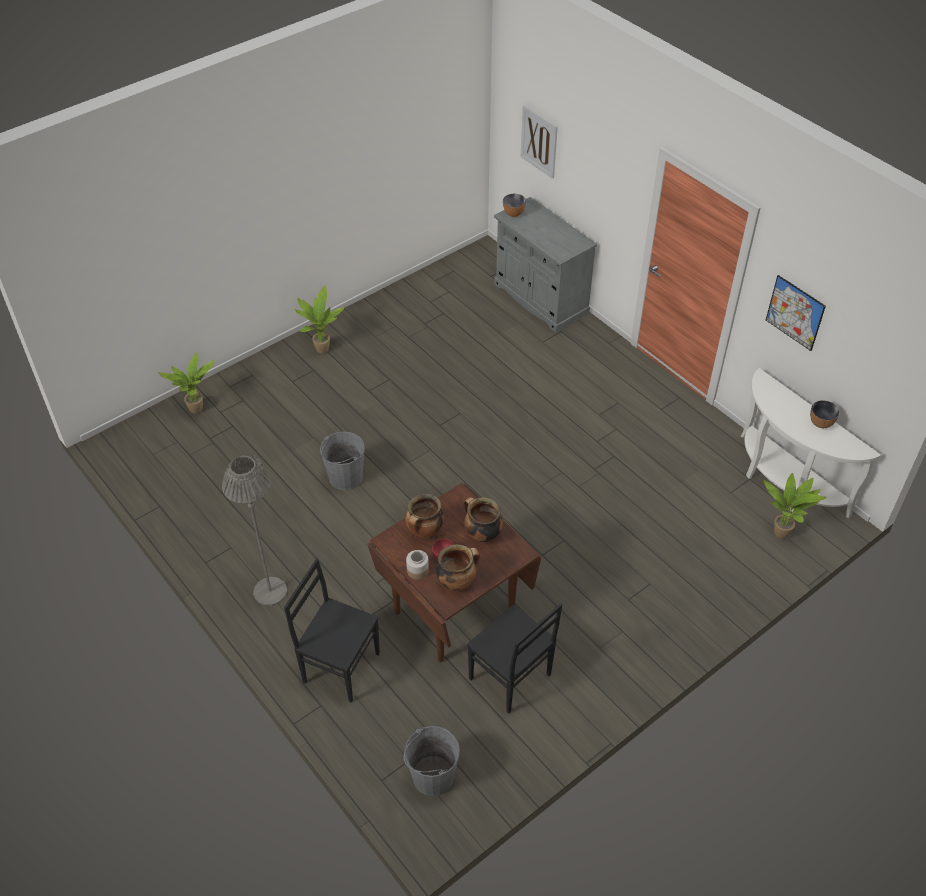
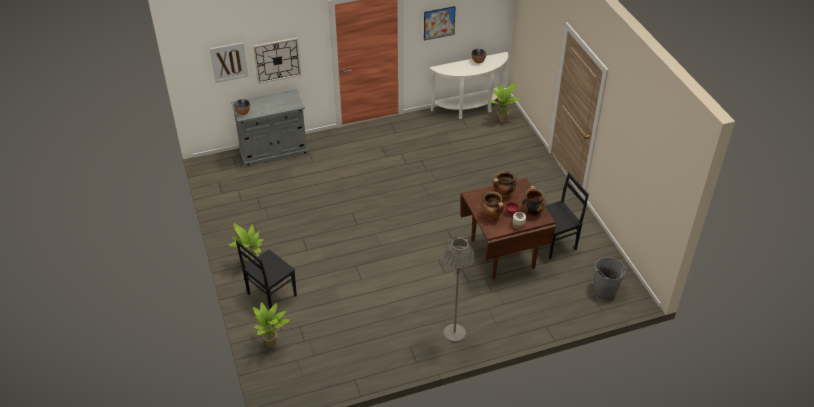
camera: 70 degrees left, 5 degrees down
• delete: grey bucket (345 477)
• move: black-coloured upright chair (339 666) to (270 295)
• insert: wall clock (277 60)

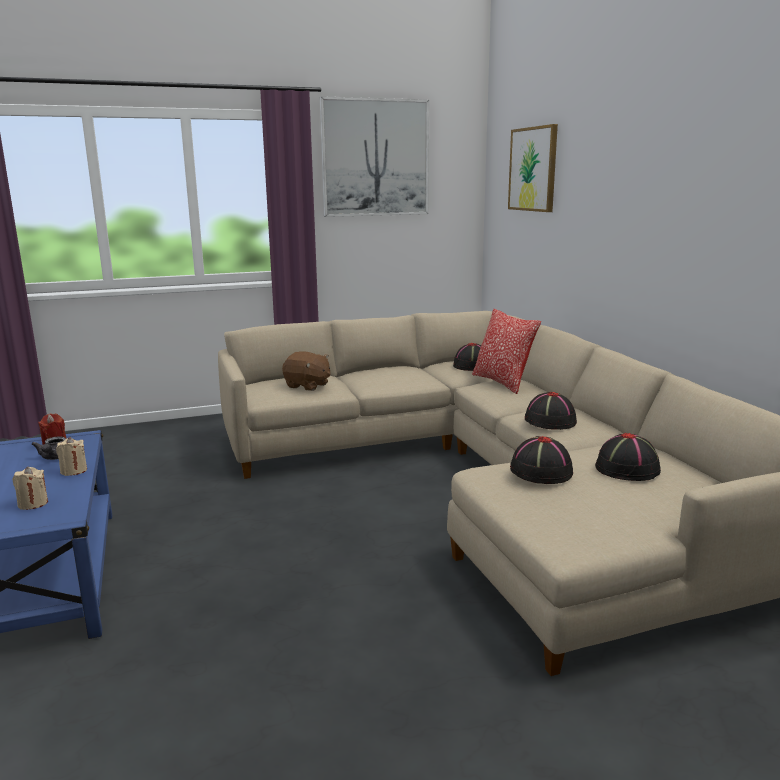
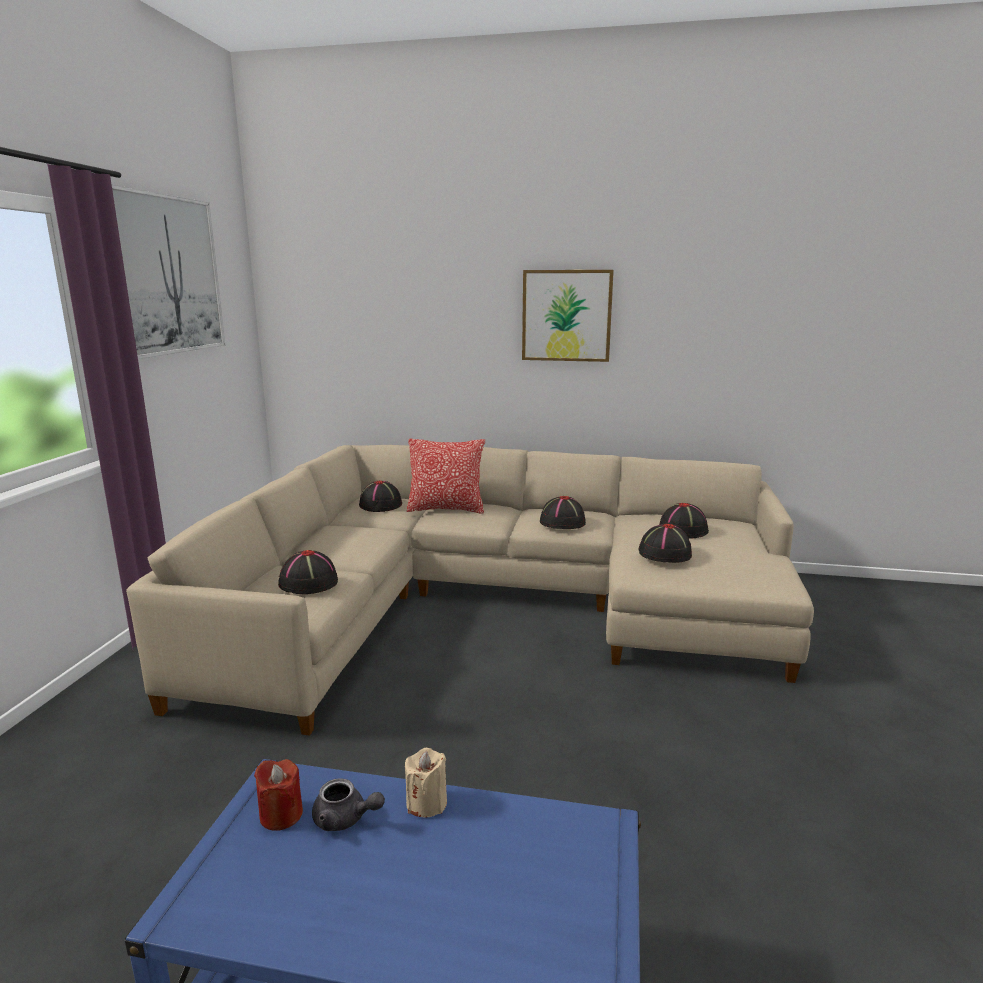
camera: 60 degrees left, 0 degrees up
• move: wall picture (533 169) to (566 315)
• replace: brownish plush toy (307 386) to black-coloured clothing hat (308 583)
• delete: beige wax light (33 504)

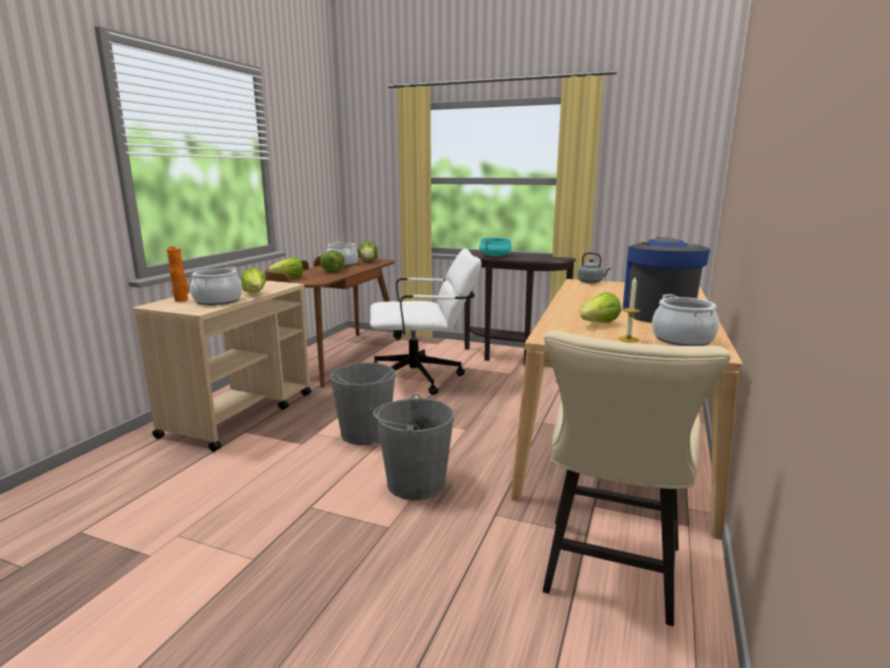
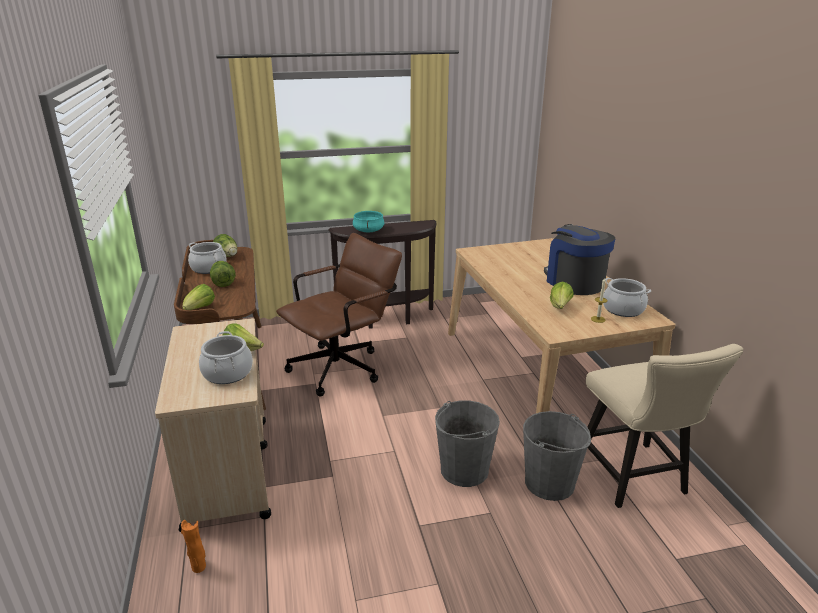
camera: 35 degrees left, 10 degrees up
• move: orange flower vase (182 300) to (199 567)
• recolor: white computer chair (424 378) to brownish computer chair (343 366)
• delete: grey tea kettle (591 282)
• move: grey bucket (365 433) to (550 483)

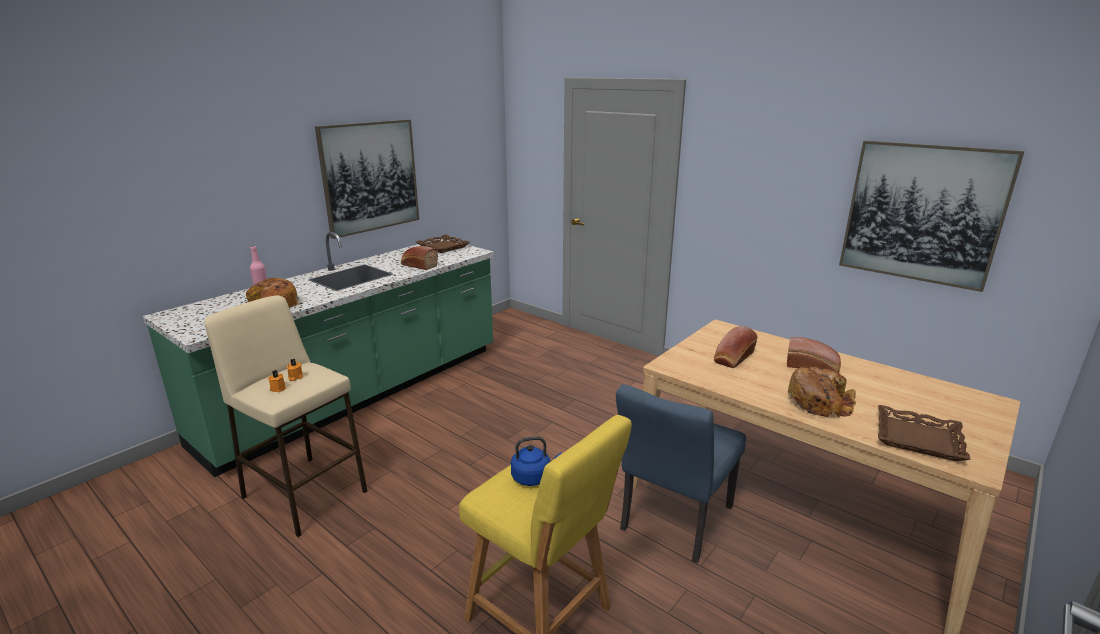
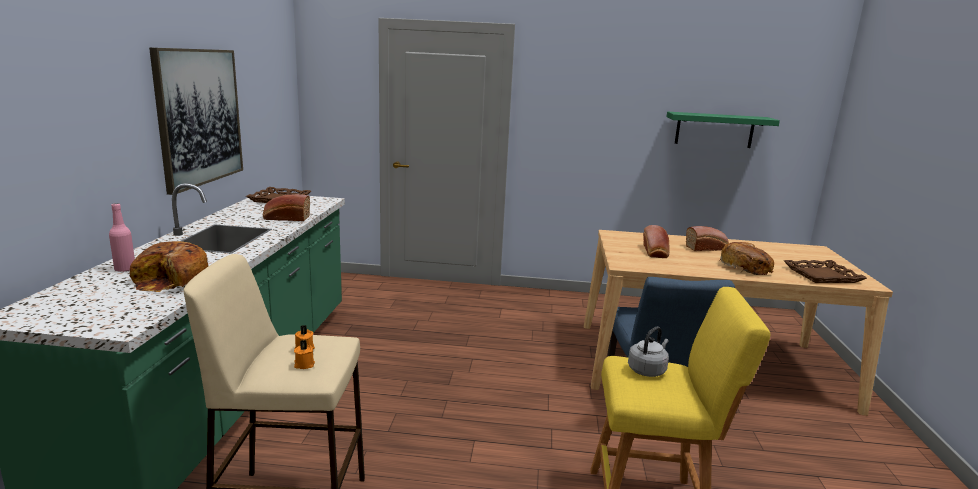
camera: 35 degrees left, 5 degrees down
• replace: wall picture (922 213) to greenish wall shelf (714 130)
• recolor: blue tea kettle (533 477) to grey tea kettle (647 370)

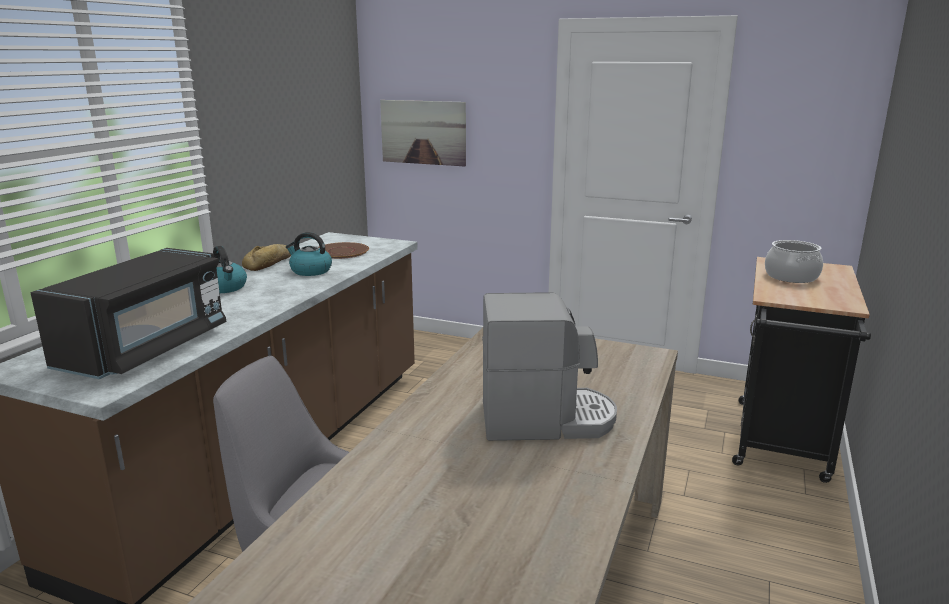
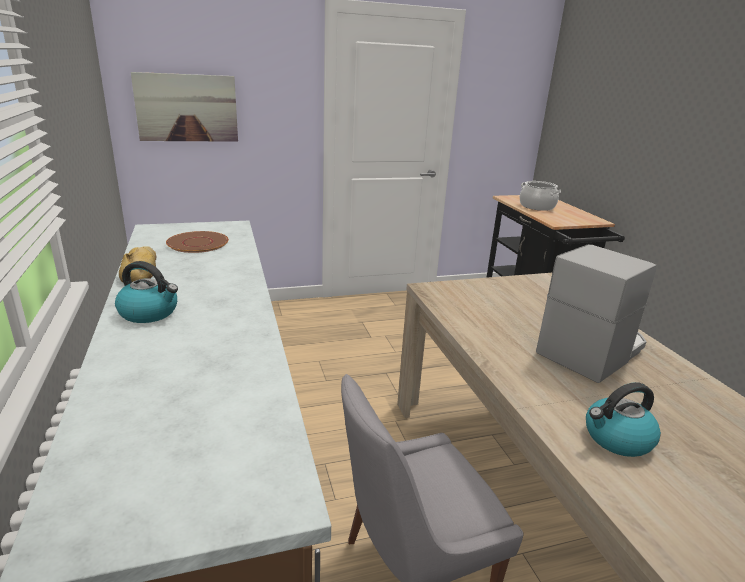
camera: 40 degrees left, 5 degrees up
• move: tea kettle (310 271) to (616 438)
• delete: black-coloured kitchen microwave (147 348)

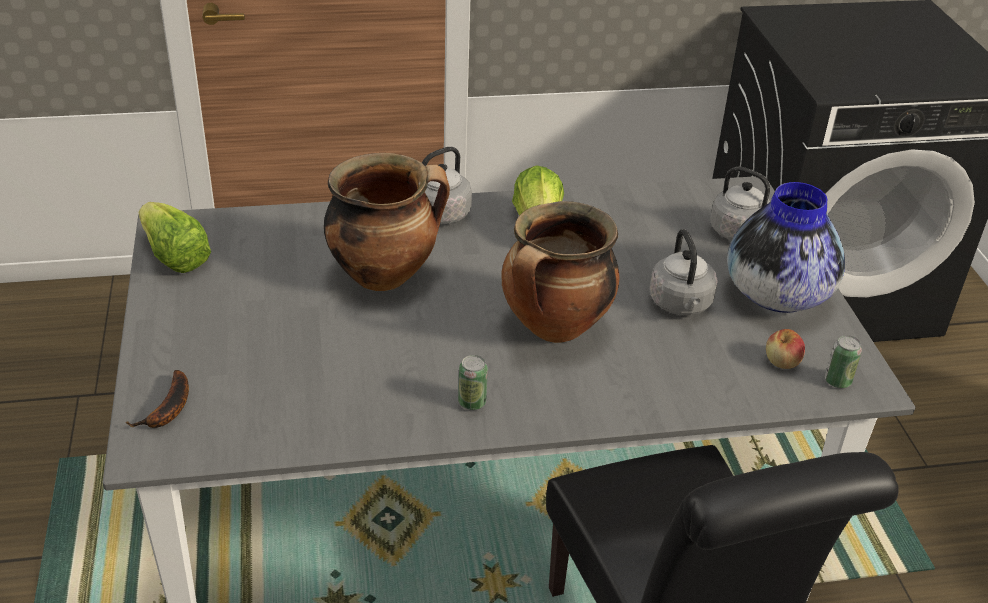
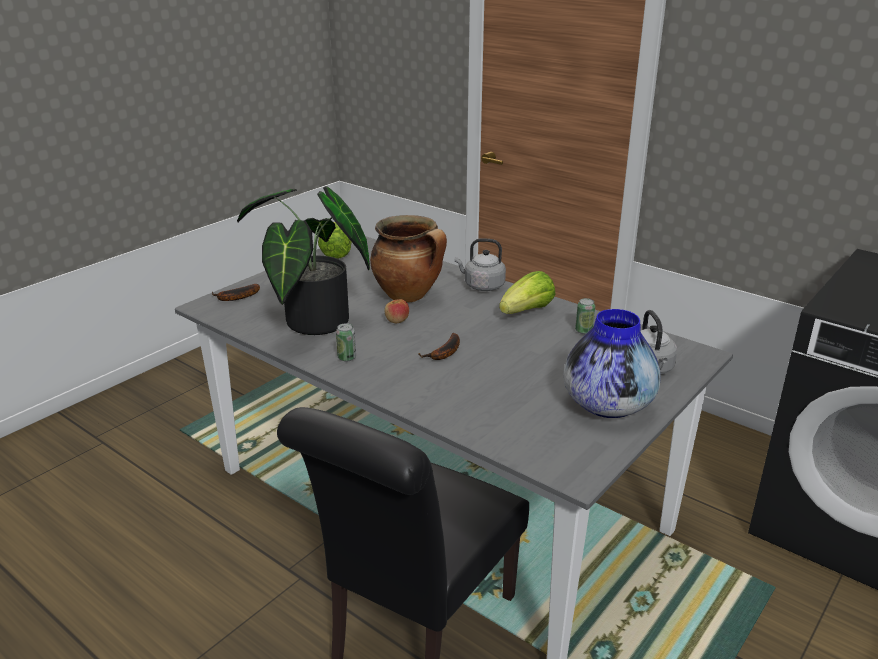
camera: 50 degrees right, 10 degrees down
• replace: stockpot (555 328) to banana fruit (445 353)
• delete: grey tea kettle (681 305)
• move: apple (782 362) to (396 320)
• move: sealed can (837 381) to (583 331)
• insert: houseplant (311 324)

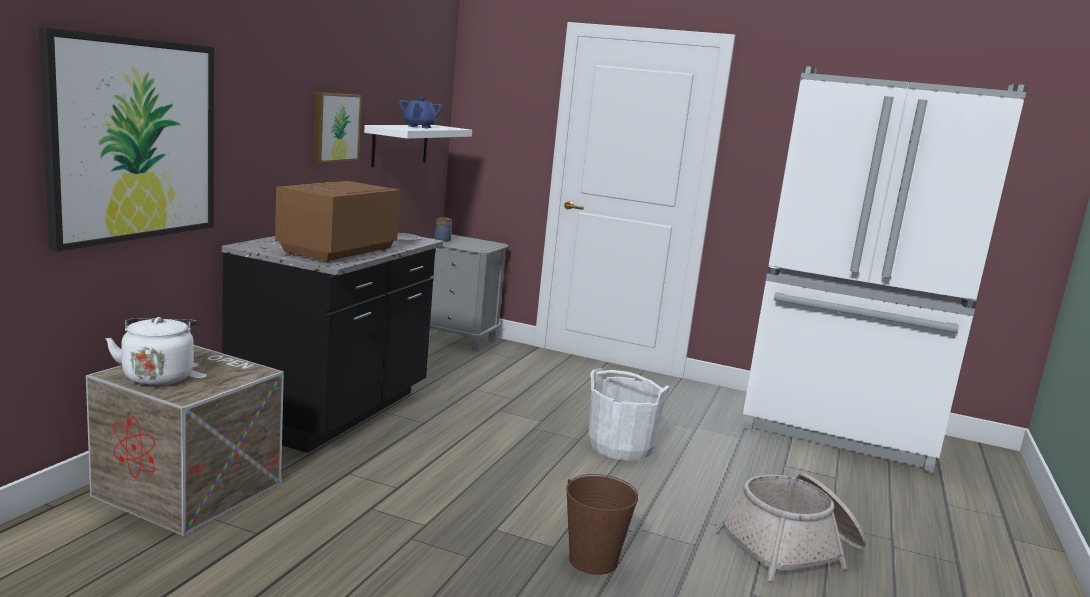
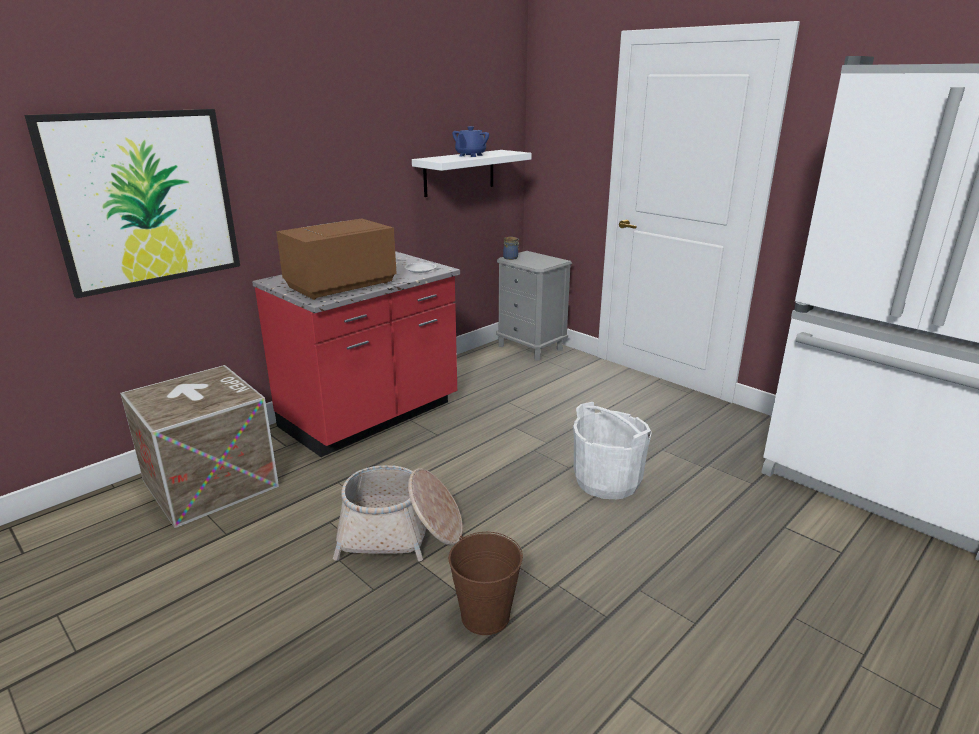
camera: 25 degrees right, 10 degrees up
• delete: wall picture (334 127)
• recolor: black-coloured kitchen base unit (334 411) to red kitchen base unit (371 417)
• delete: white tea kettle (158 376)
• move: basket (792 548) to (400 533)

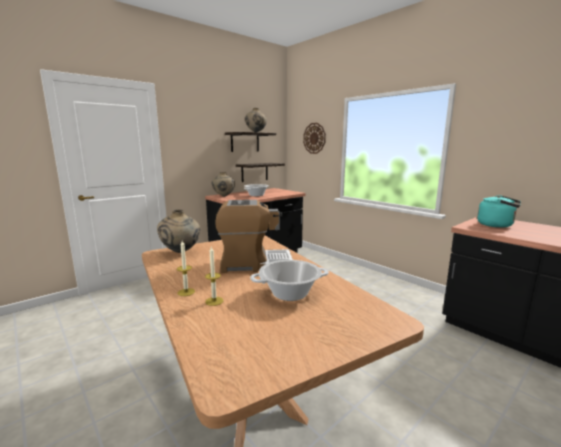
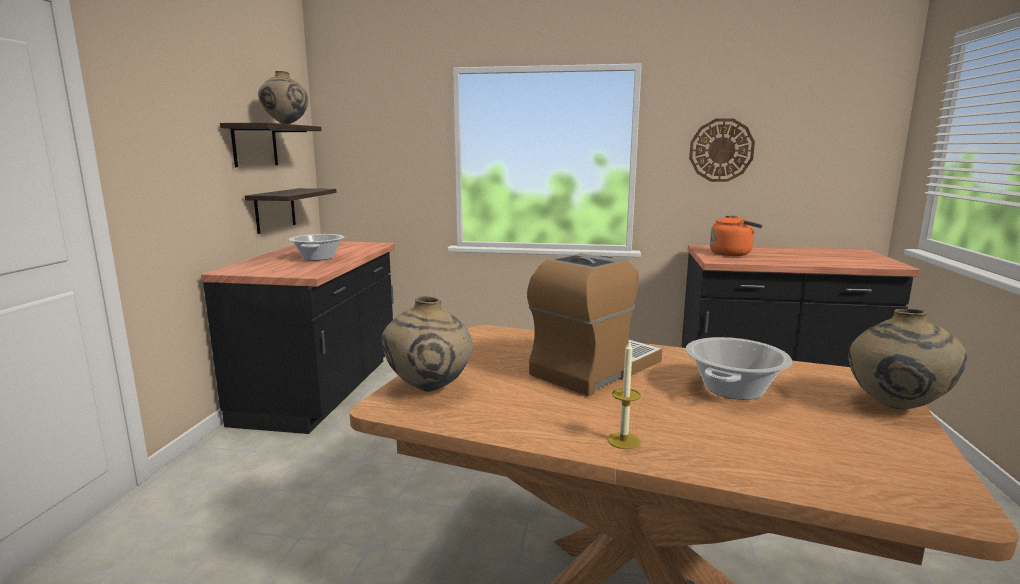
camera: 40 degrees left, 0 degrees up
• move: wall clock (314 138) to (721 150)
• move: beige flower vase (223 196) to (894 408)
• recolor: turquoise tea kettle (497 225) to orange tea kettle (732 254)
• delete: wax light (214 301)

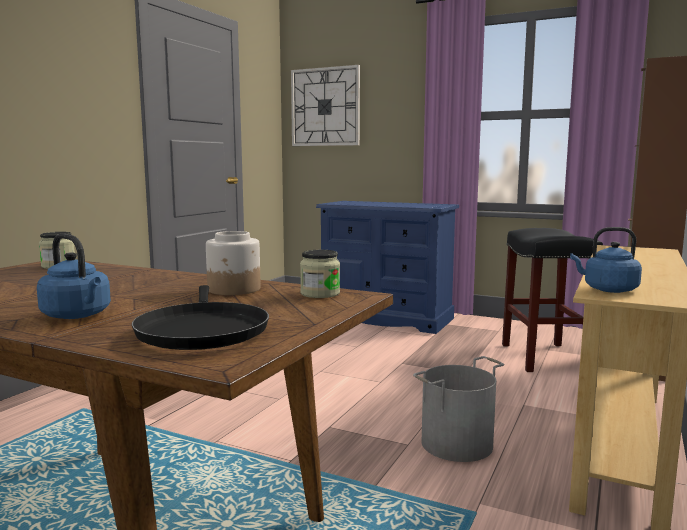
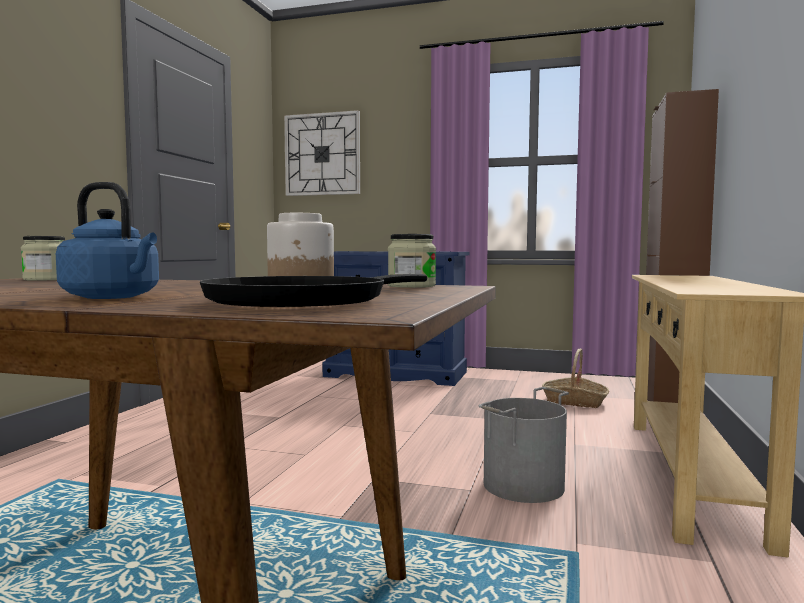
camera: 10 degrees left, 5 degrees down
• delete: blue tea kettle (607 289)
• replace: black-coloured sitting stool (545 358) to basket (574 401)
• rotate: black-coloured pan (202 330) = (306 301) 60 degrees clockwise

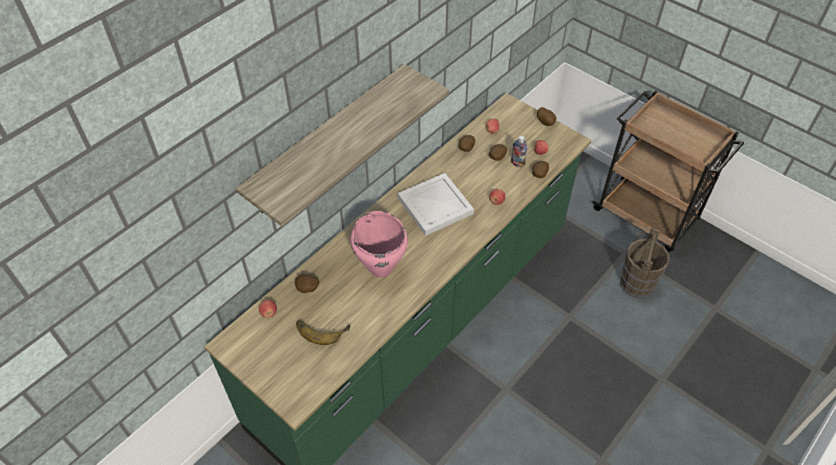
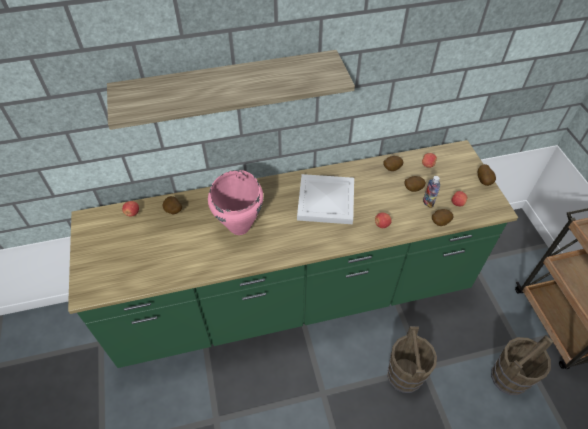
camera: 35 degrees right, 0 degrees up
• delete: banana fruit (322 328)
• insert: brownish bucket (404 375)

